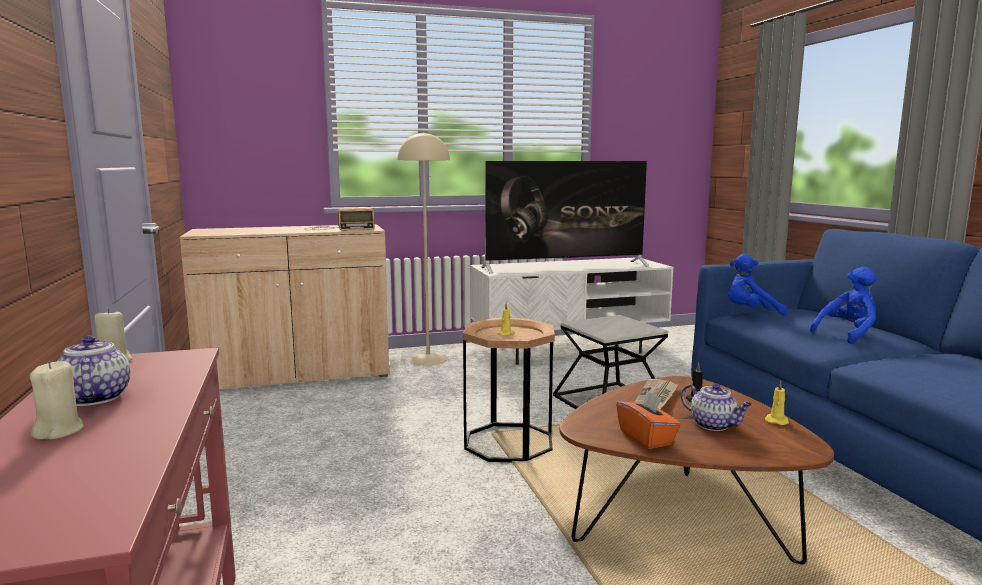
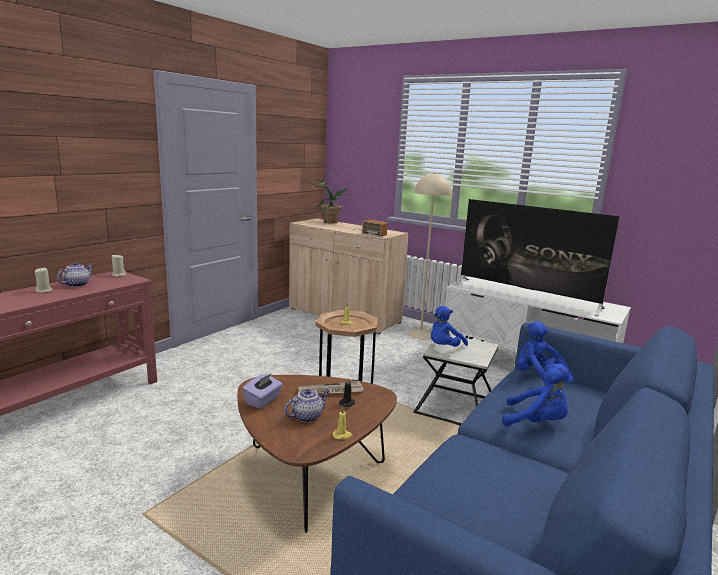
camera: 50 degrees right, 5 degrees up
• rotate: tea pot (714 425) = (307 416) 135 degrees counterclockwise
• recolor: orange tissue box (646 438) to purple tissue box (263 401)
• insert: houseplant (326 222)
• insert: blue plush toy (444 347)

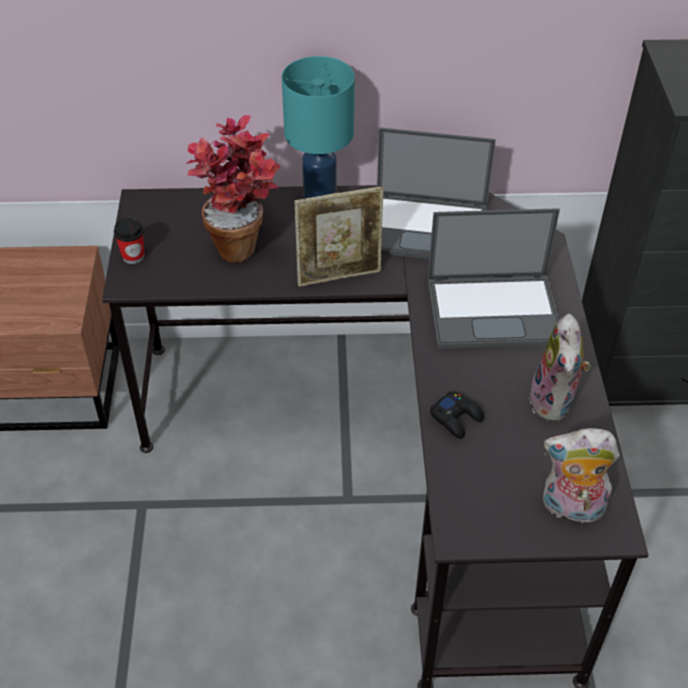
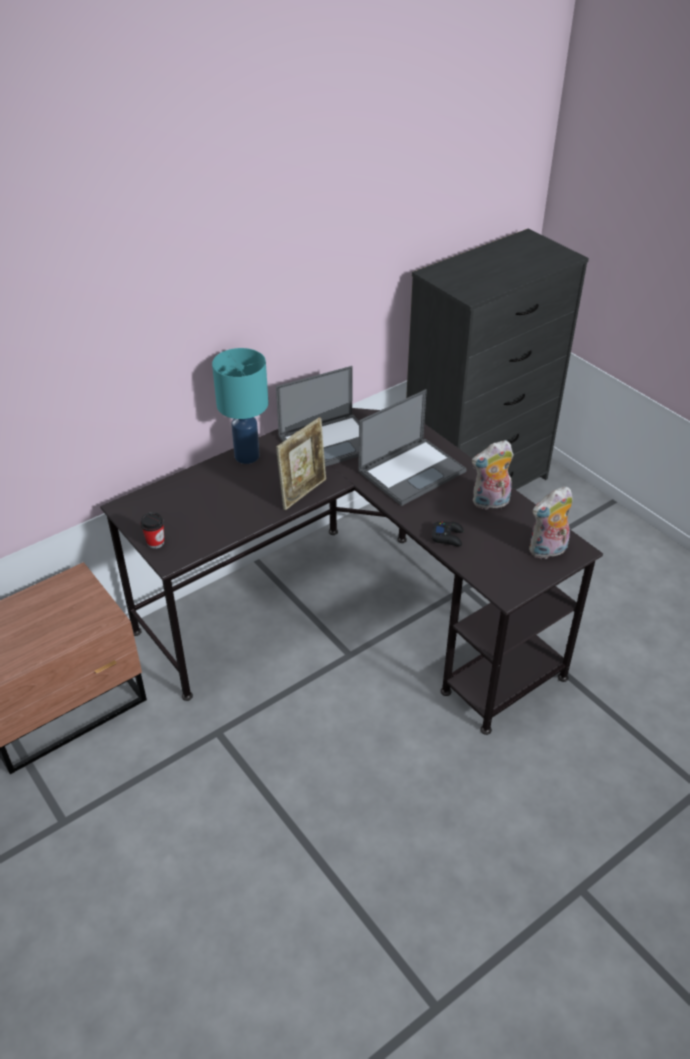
camera: 35 degrees left, 5 degrees down
• delete: houseplant (241 242)
• rotate: plush toy (555 402) = (490 503) 105 degrees clockwise

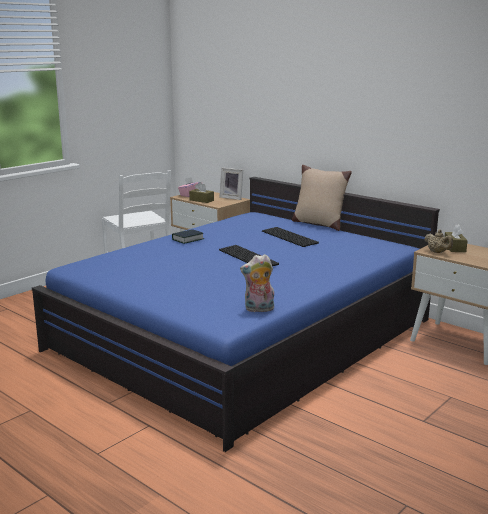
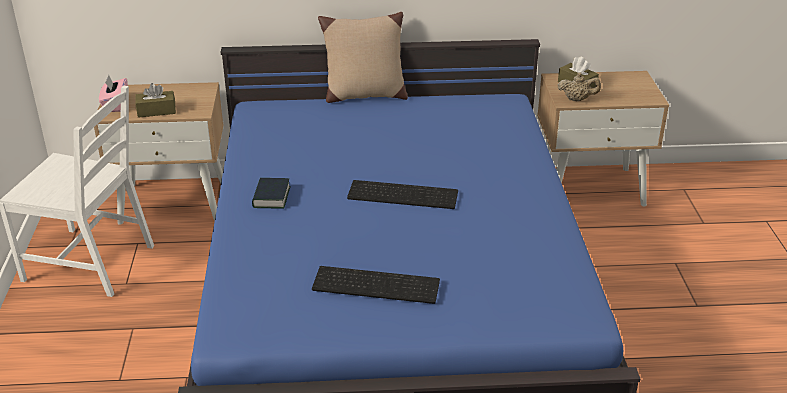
camera: 45 degrees left, 15 degrees up
• delete: standing frame (232 197)
• move: PC keyboard (290 237) to (377 284)
• delete: plush toy (258 309)

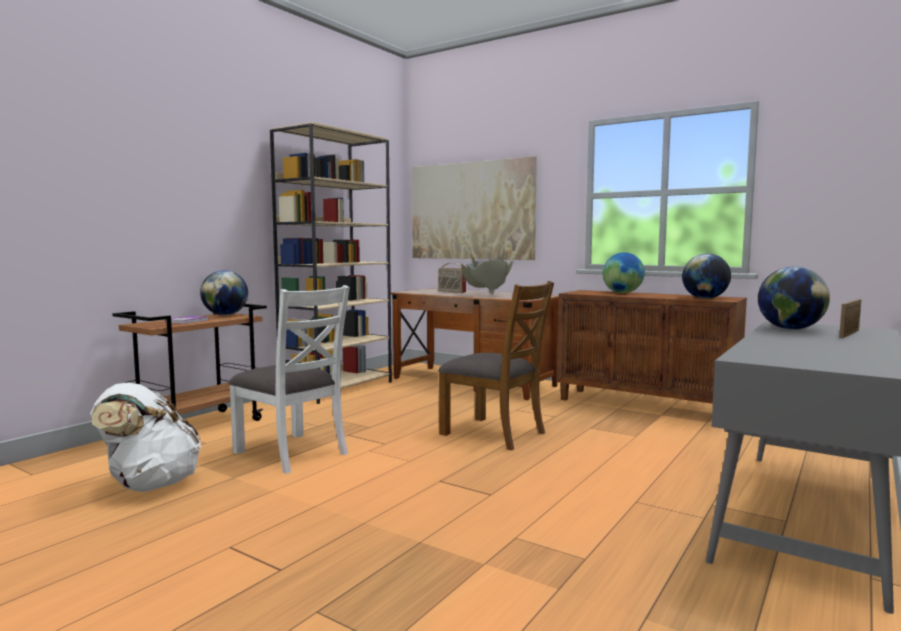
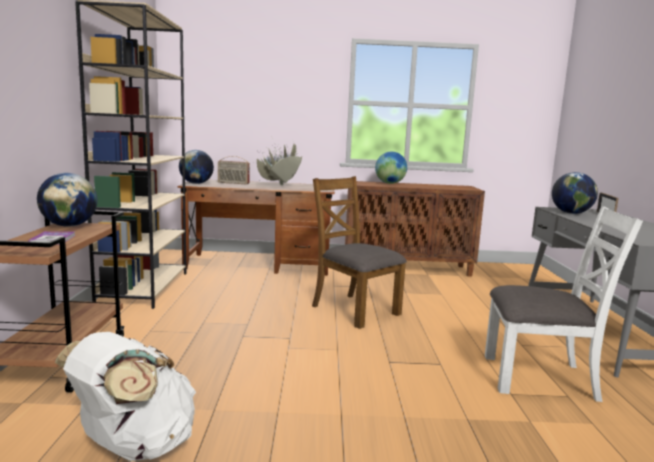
camera: 35 degrees left, 5 degrees up
• delete: wall picture (471 211)
• move: desk globe (705 298) to (196 183)
• rotate: brownish upright chair (494 433) = (354 310) 135 degrees counterclockwise
• move: white upright chair (292 452) to (540 377)

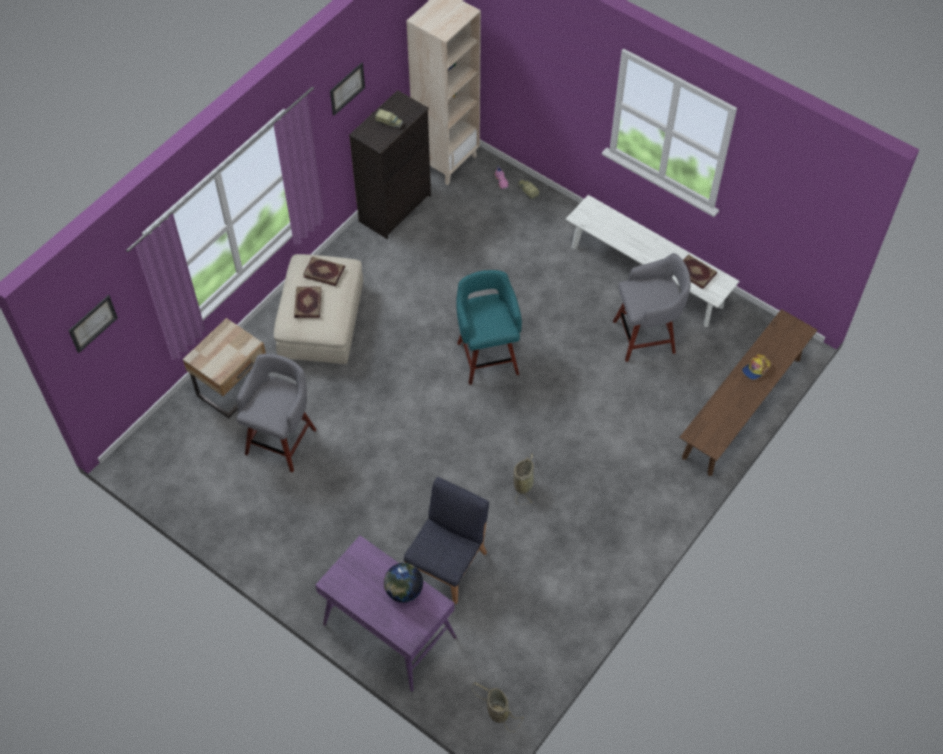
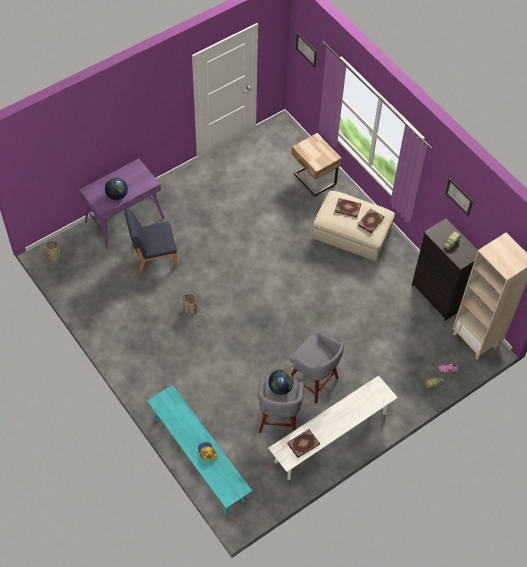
camera: 105 degrees right, 0 degrees up
• delete: turquoise sitting stool (487 356)
• recolor: brownish bench (742 407) to turquoise bench (199 459)
• move: grey sitting stool (282 440) to (314 381)
• rotate: blue upright chair (448 565) = (153 257) 120 degrees clockwise
• insert: desk globe (280 388)

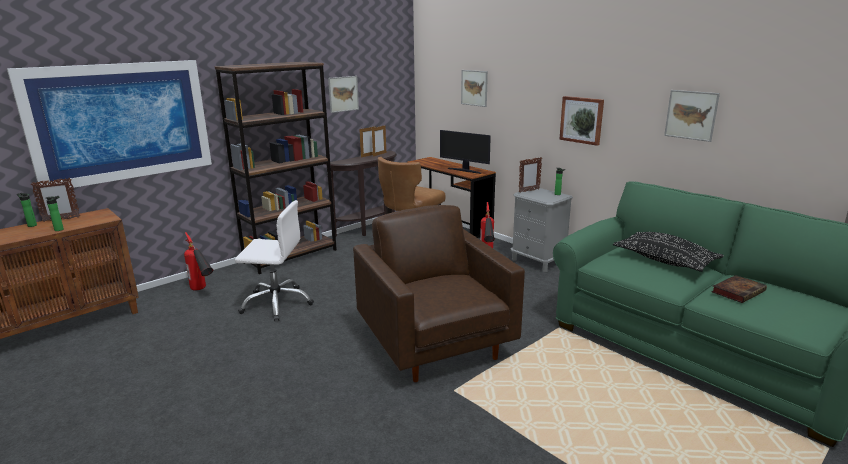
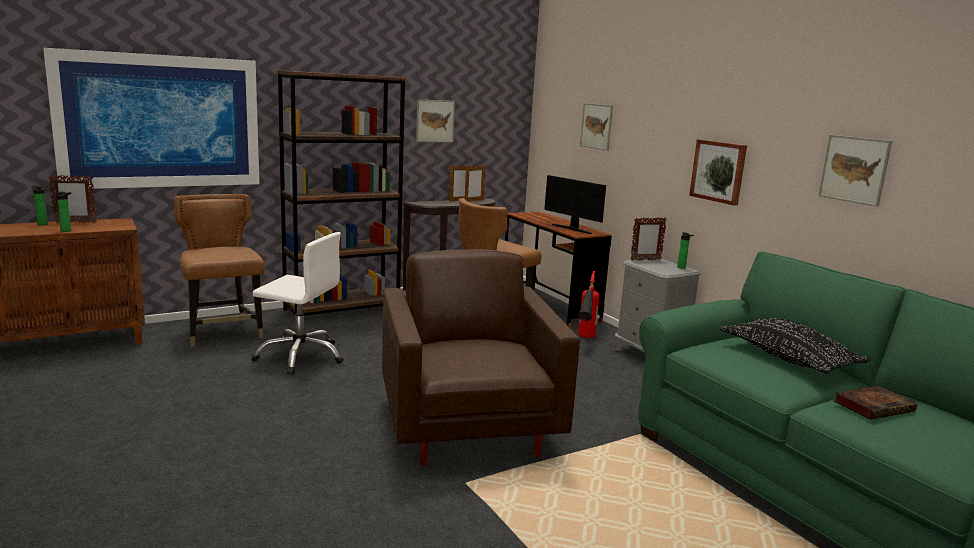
camera: 10 degrees right, 5 degrees down
• replace: fire extinguisher (203 292) to brownish upright chair (223 333)

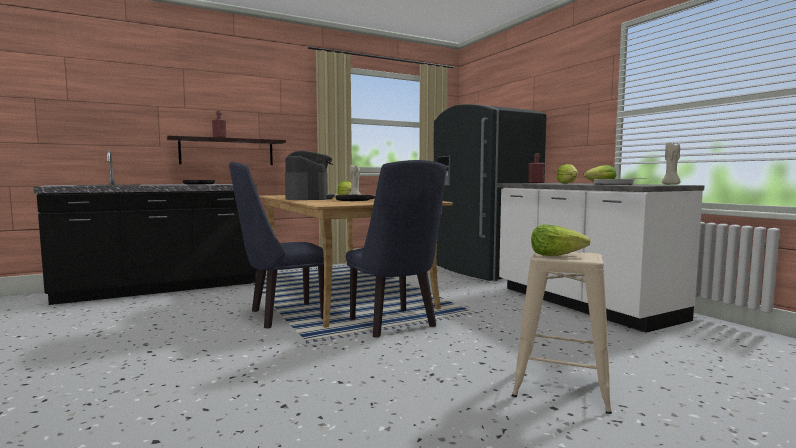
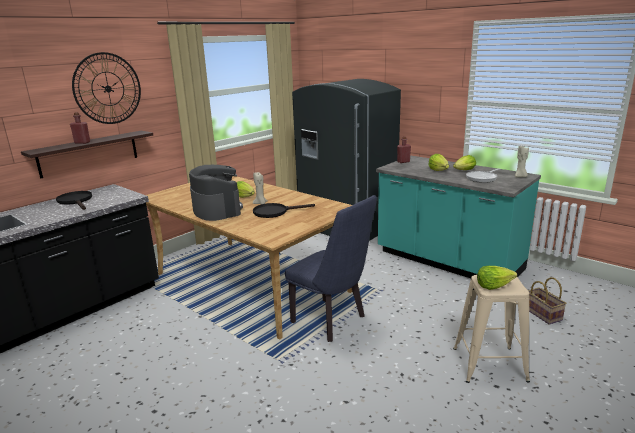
camera: 20 degrees left, 15 degrees up
• delete: blue upright chair (280 316)
• recolor: white kitchen base unit (582 303) to turquoise kitchen base unit (448 261)
• insert: wall clock (108 88)
• insert: basket (543 314)

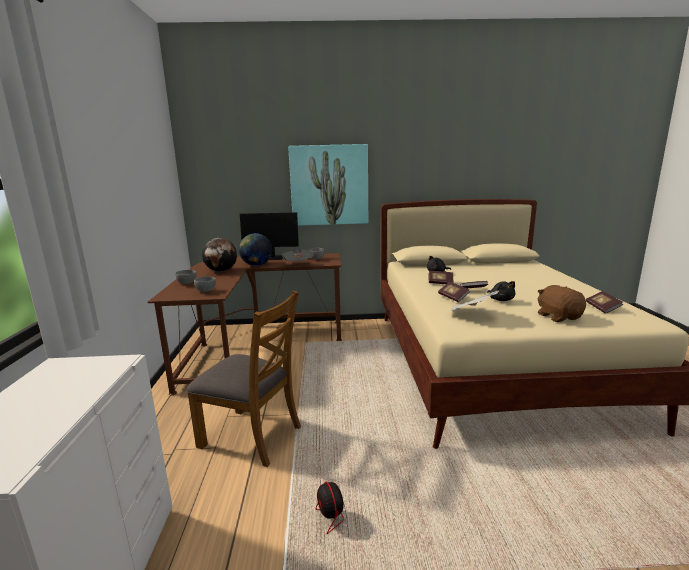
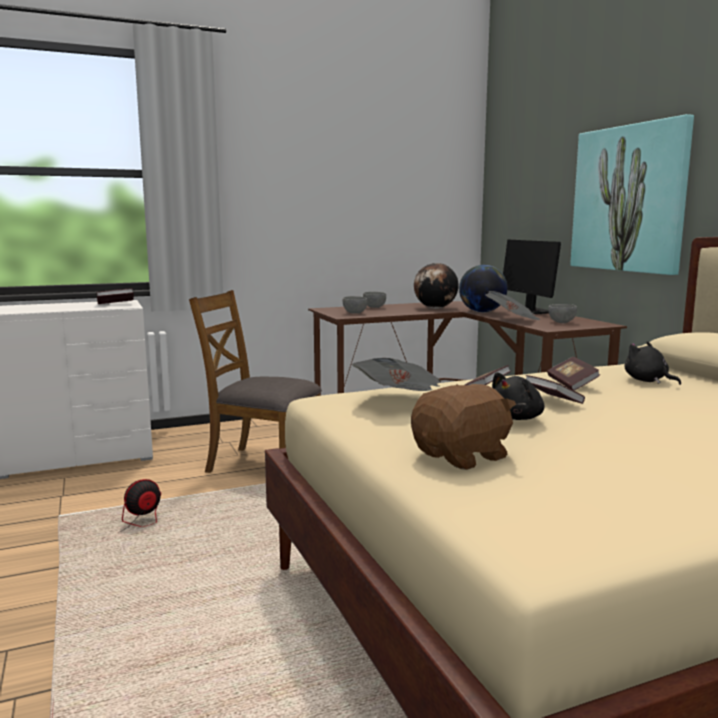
camera: 70 degrees right, 5 degrees down
• rotate: brownish upright chair (252 436) = (262 464) 105 degrees clockwise
• move: volume (602 308) to (116 304)

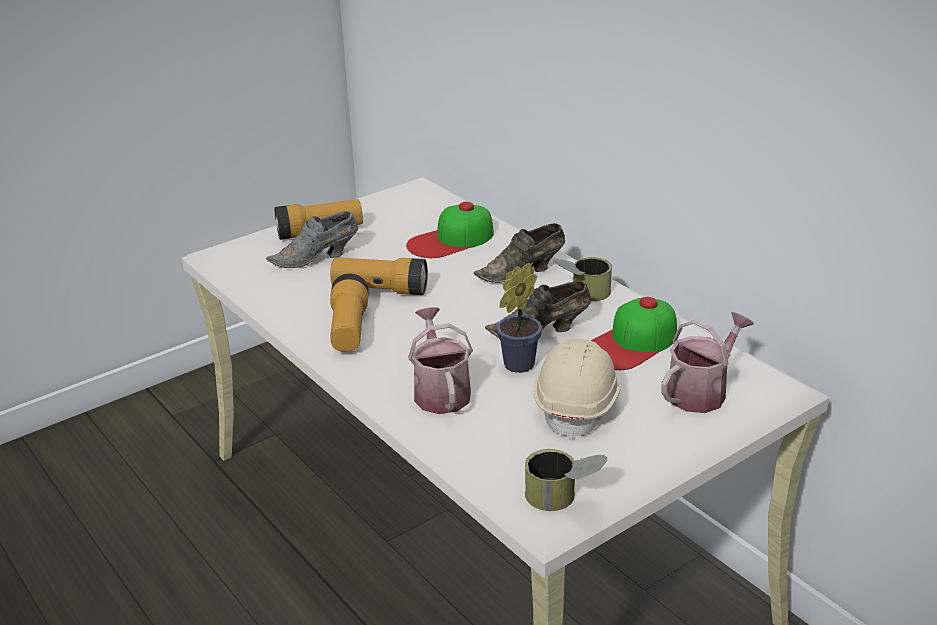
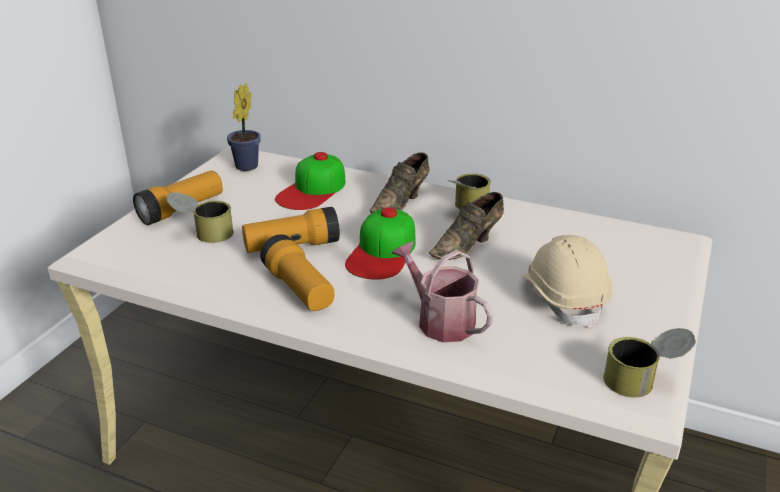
camera: 30 degrees left, 0 degrees up
• replace: grey item of footwear (318 259) to sealed can (203 233)
• move: houseplant (515 366) to (245 167)
• move: cap (631 343) to (382 252)
• delete: watering can (701 391)

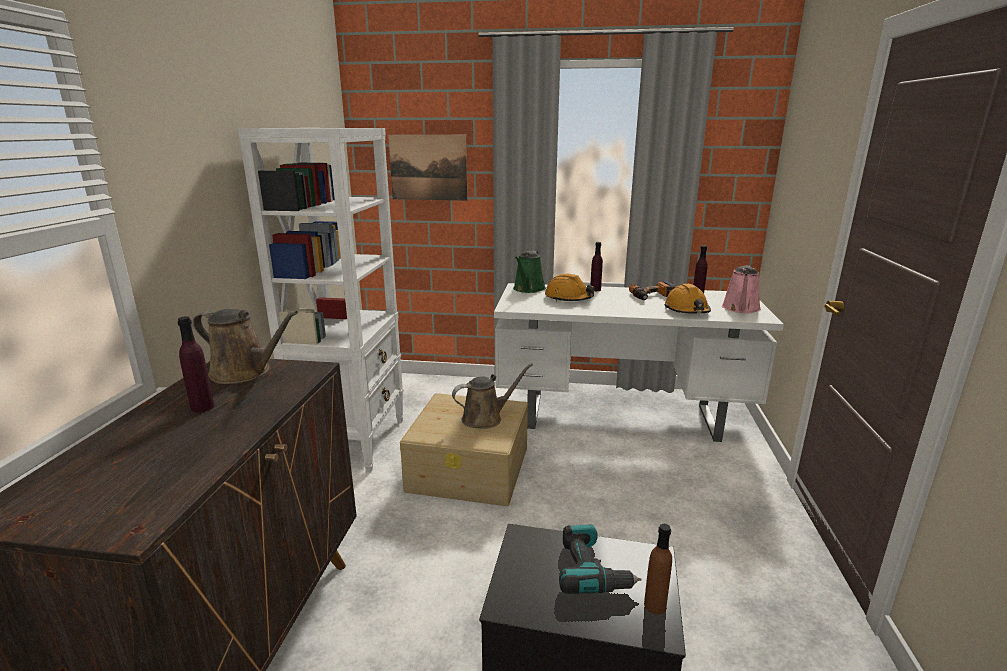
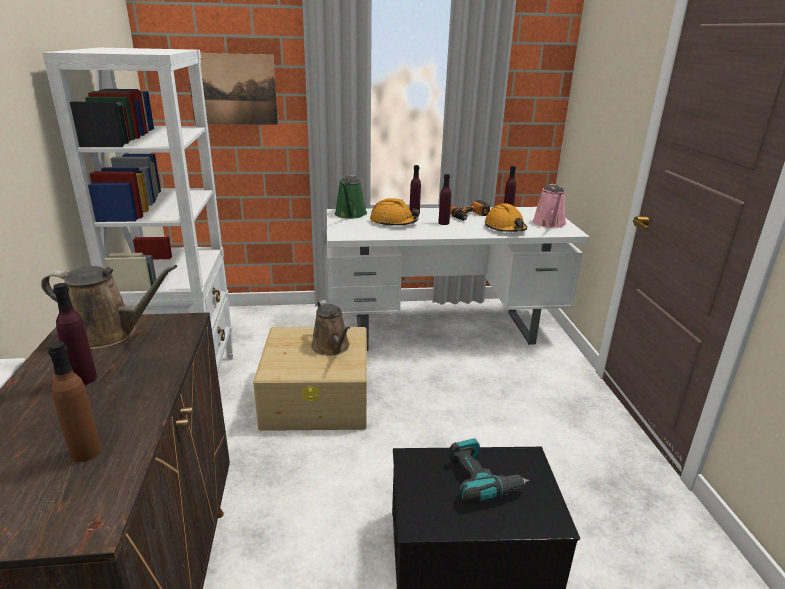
camera: 15 degrees left, 5 degrees up
• rotate: brownish watering can (486 418) = (332 347) 105 degrees clockwise
• move: brownish beverage bottle (655 605) to (85 452)
• insert: purple beverage bottle (443 223)

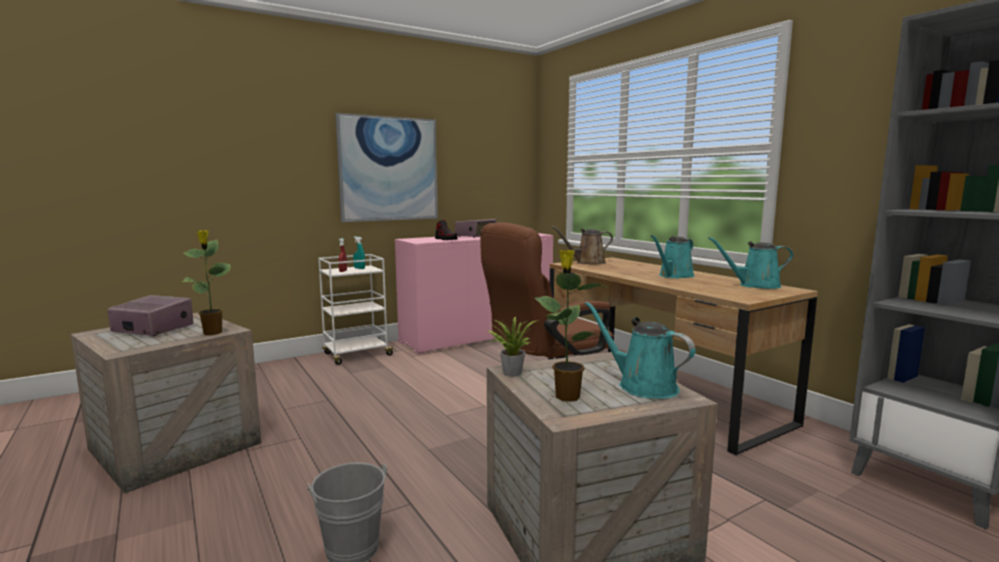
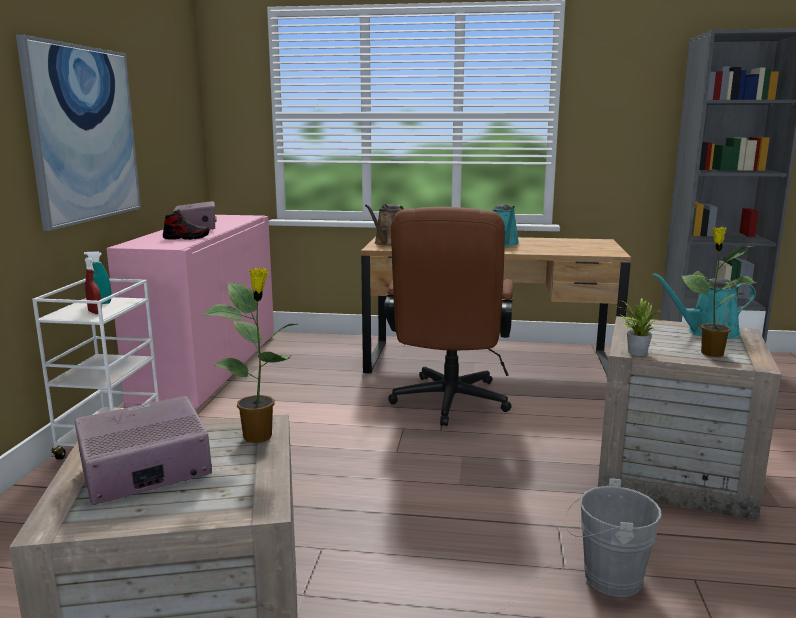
camera: 50 degrees left, 5 degrees up
• delete: turquoise watering can (755 285)

